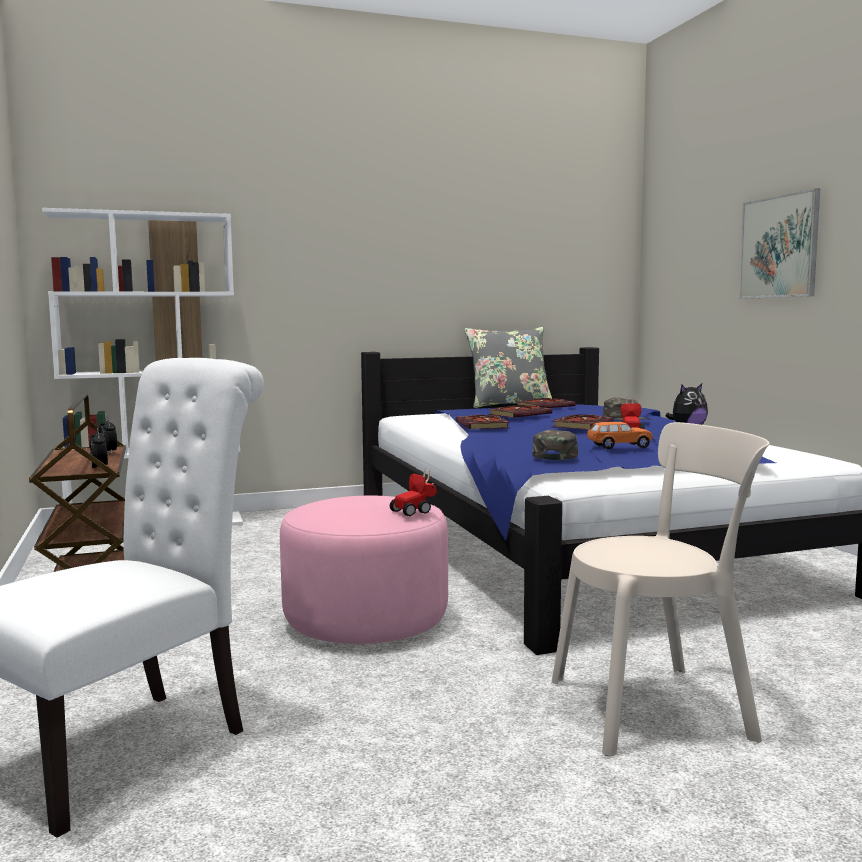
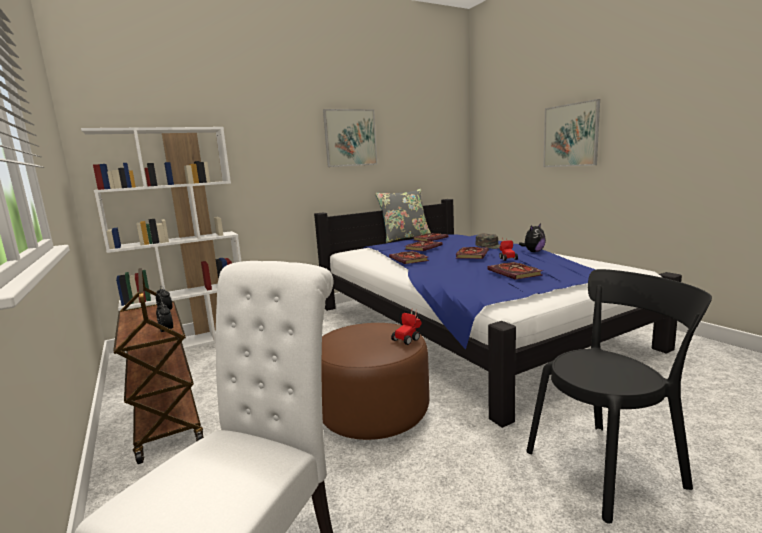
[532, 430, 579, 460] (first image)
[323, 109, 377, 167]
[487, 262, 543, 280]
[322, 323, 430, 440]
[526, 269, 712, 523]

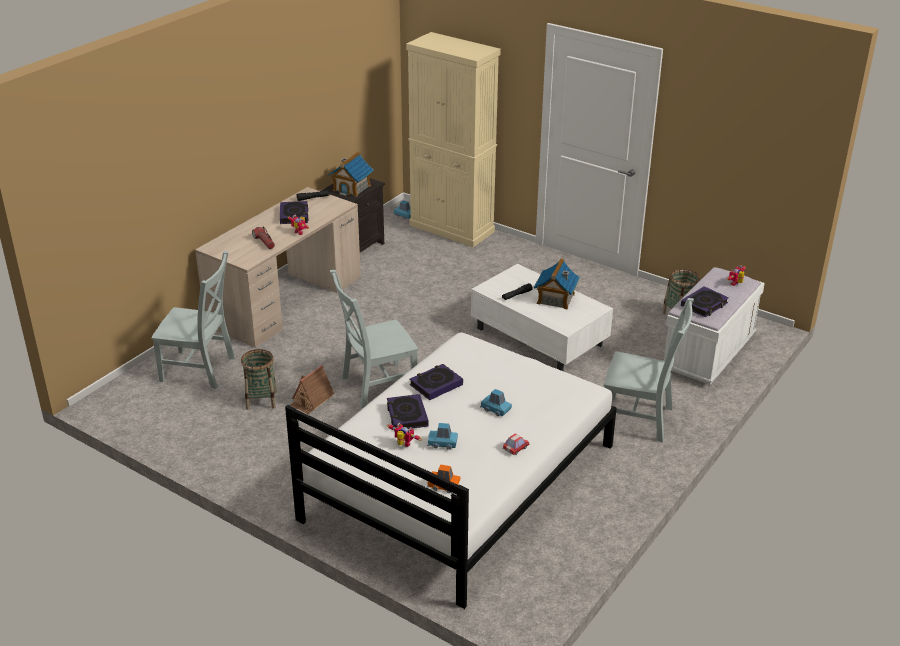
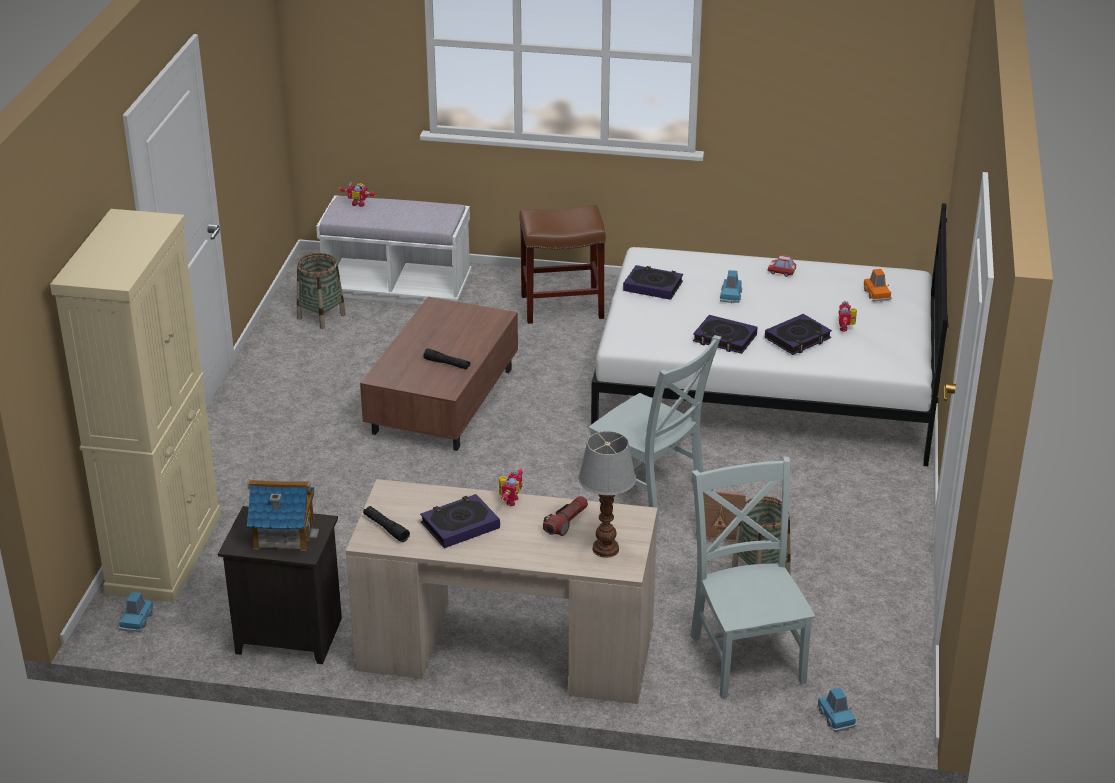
[534, 258, 580, 310] (first image)
[578, 431, 636, 558]
[818, 687, 856, 732]
[623, 265, 683, 300]
[519, 205, 606, 324]
[360, 297, 518, 451]

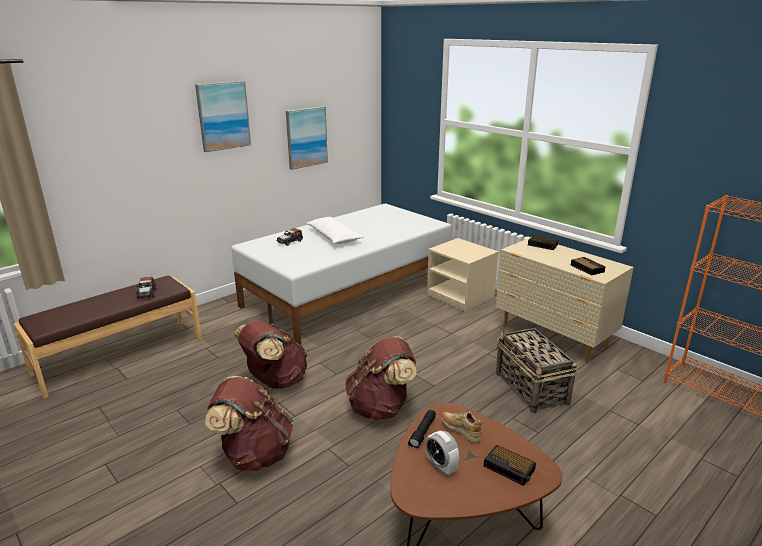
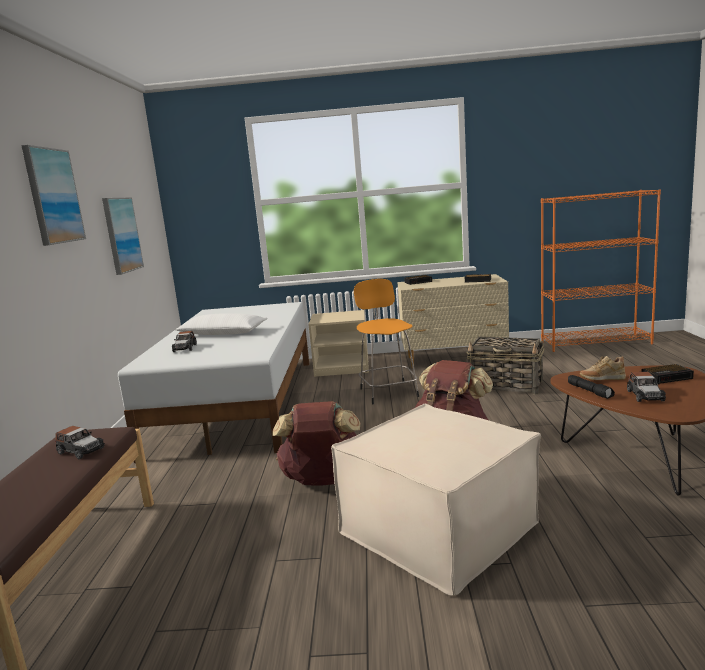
[354, 279, 419, 404]
[331, 403, 541, 596]
[627, 372, 666, 402]

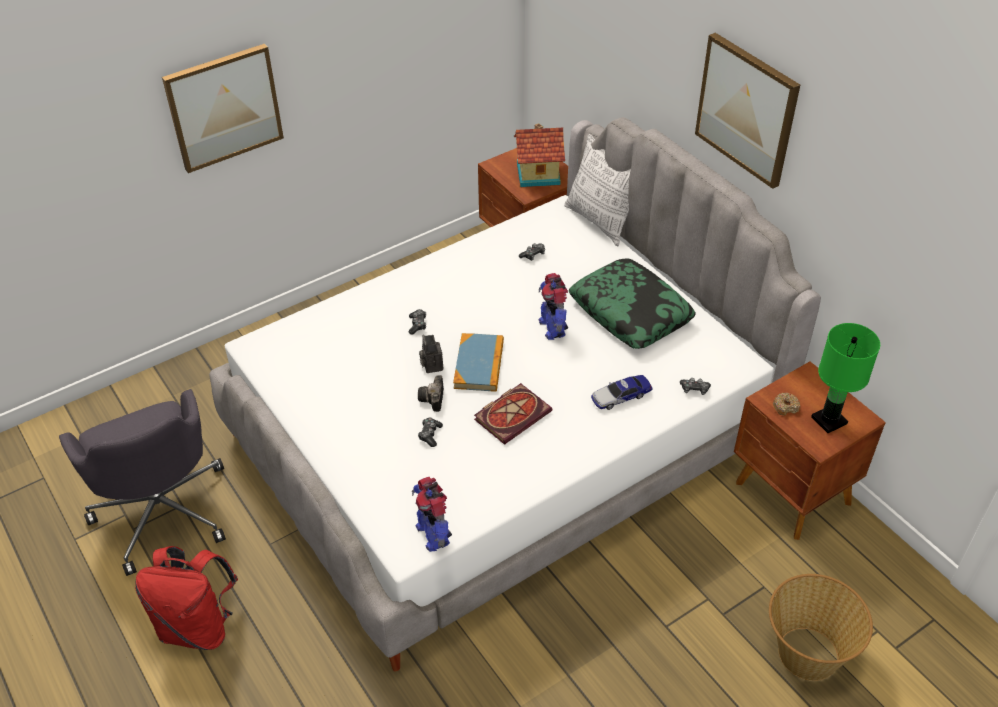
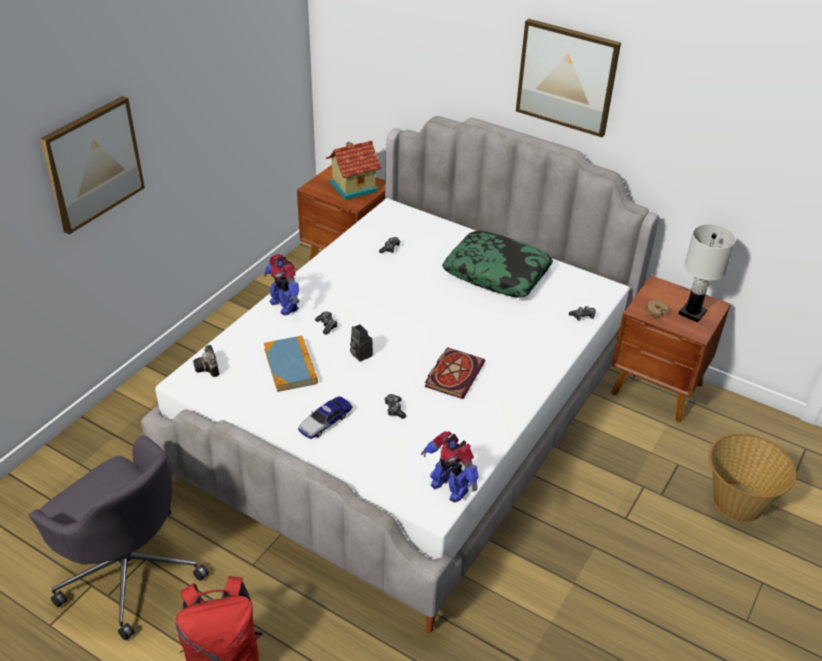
[564, 134, 631, 246] (first image)
[193, 345, 219, 377]
[264, 336, 318, 392]
[263, 254, 299, 316]
[298, 397, 353, 439]
[679, 225, 736, 322]

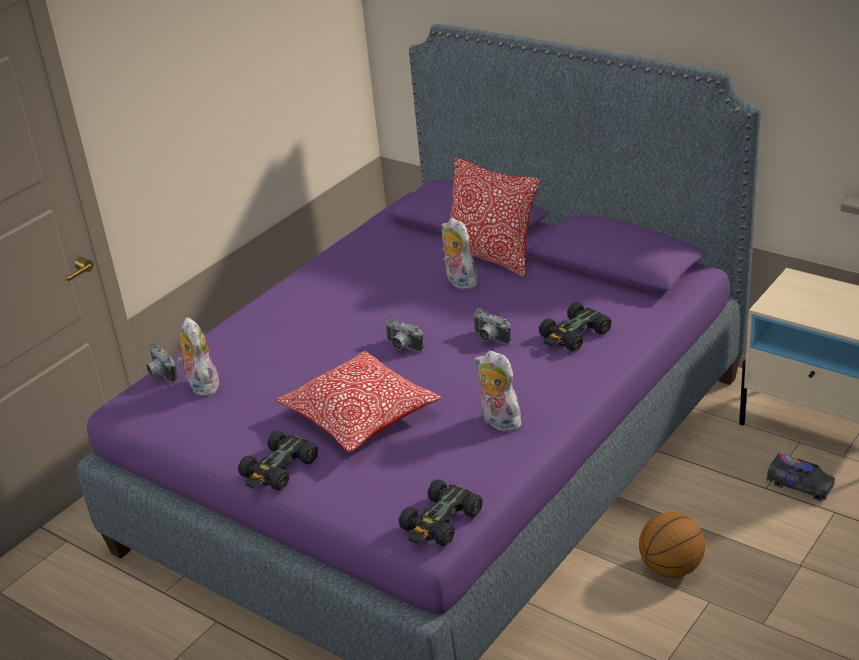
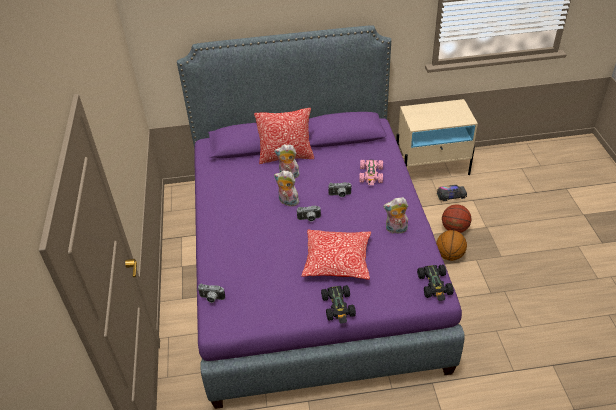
[442, 204, 471, 233]
[274, 170, 299, 206]
[359, 160, 383, 185]

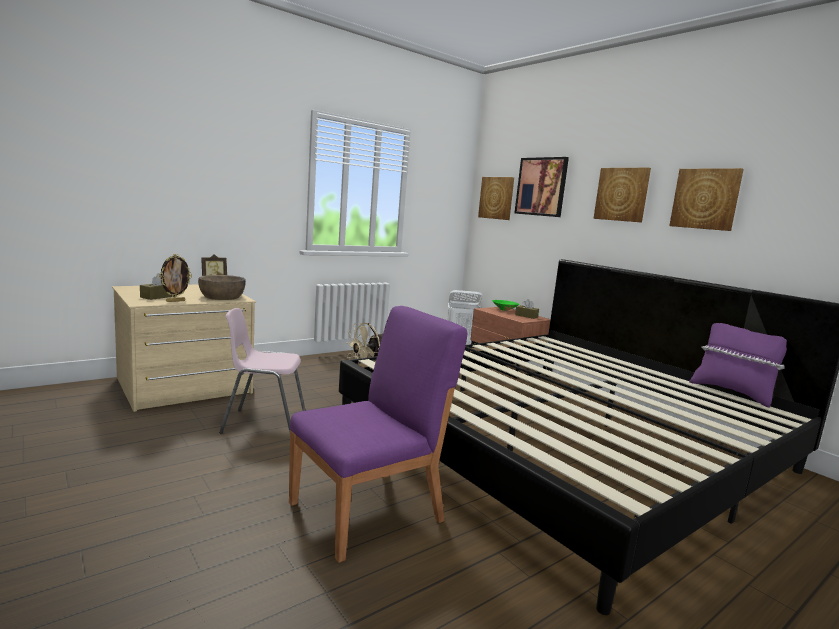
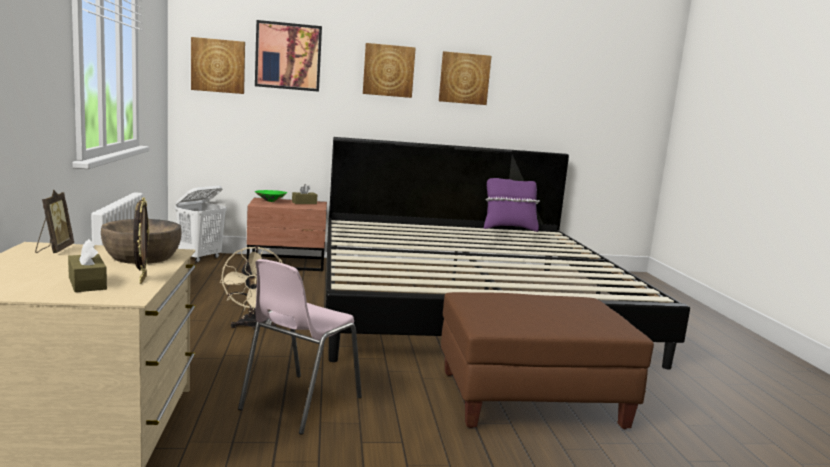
[441, 292, 654, 429]

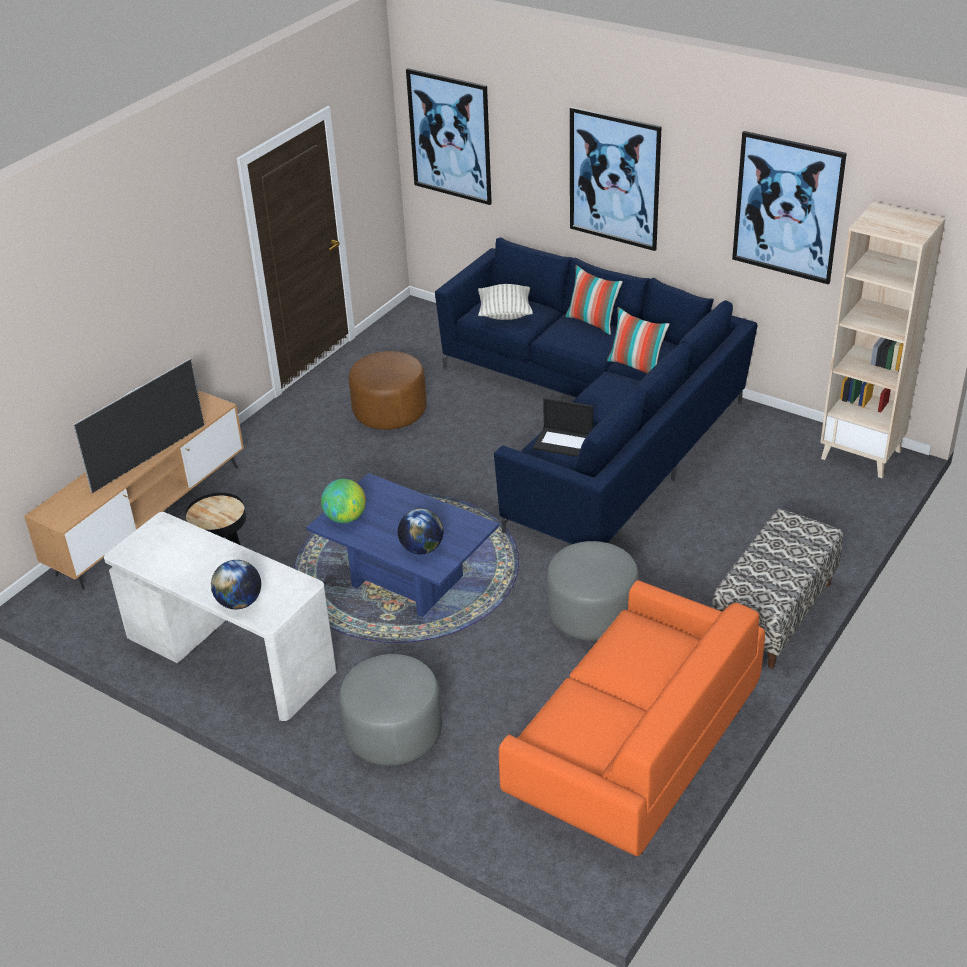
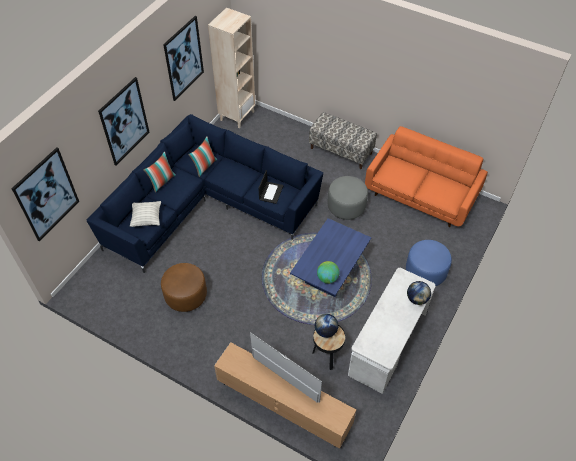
[315, 314, 338, 338]
[406, 240, 452, 286]

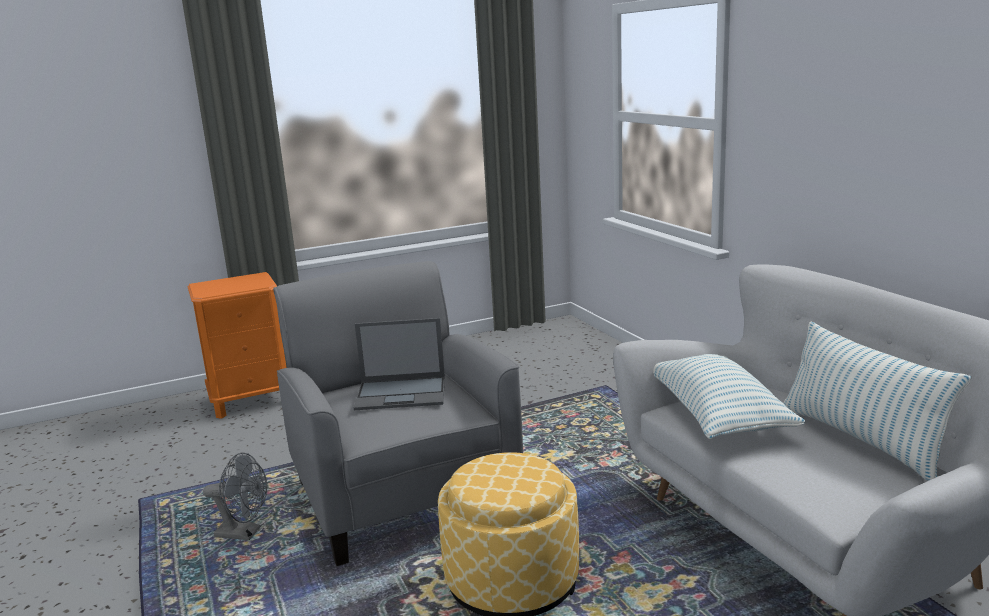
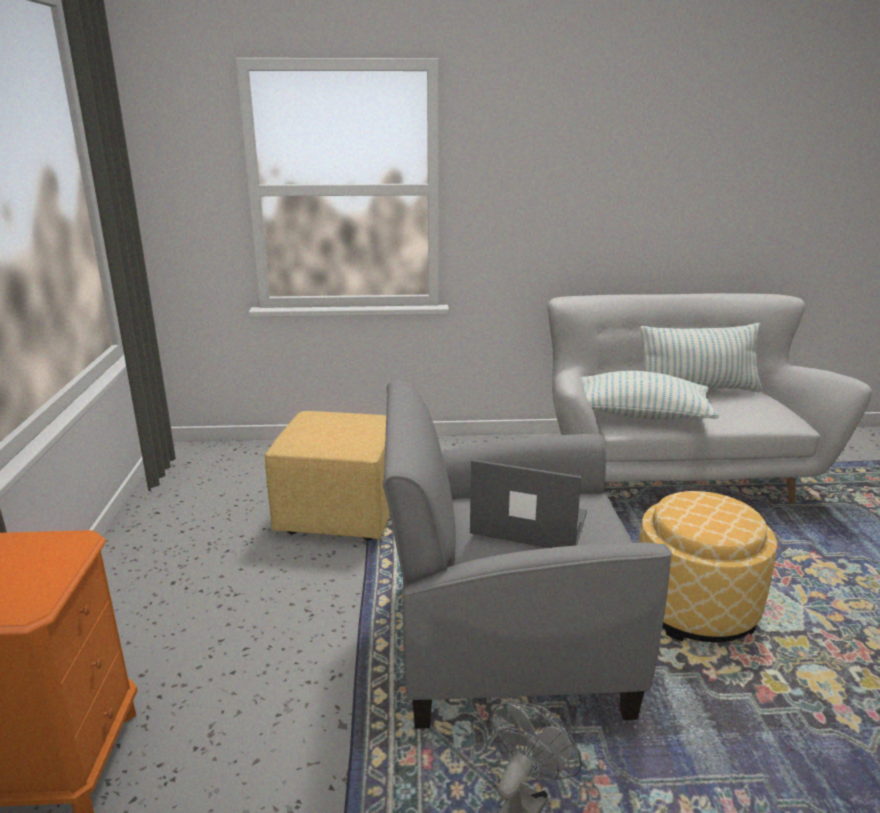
[265, 411, 390, 540]
[470, 459, 587, 548]

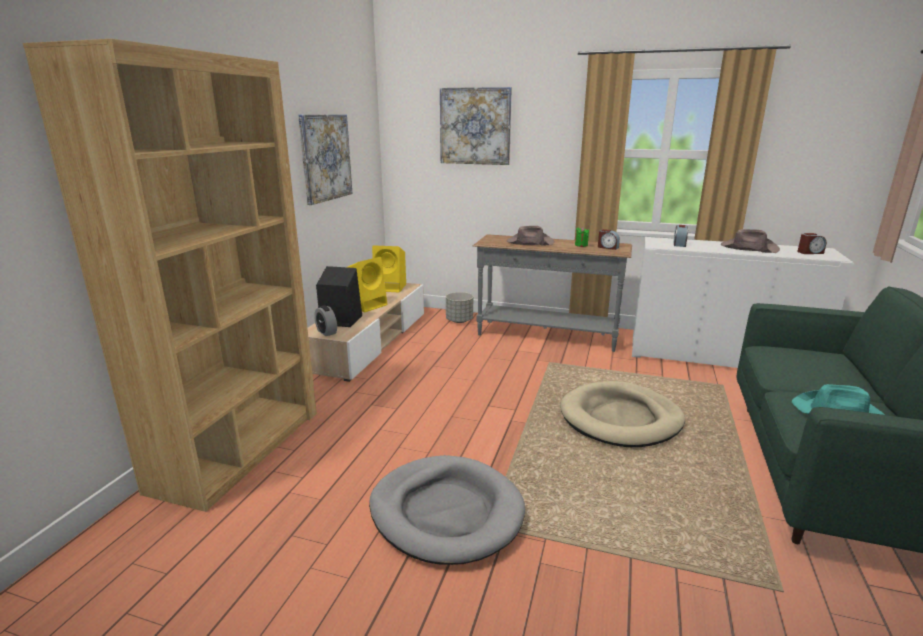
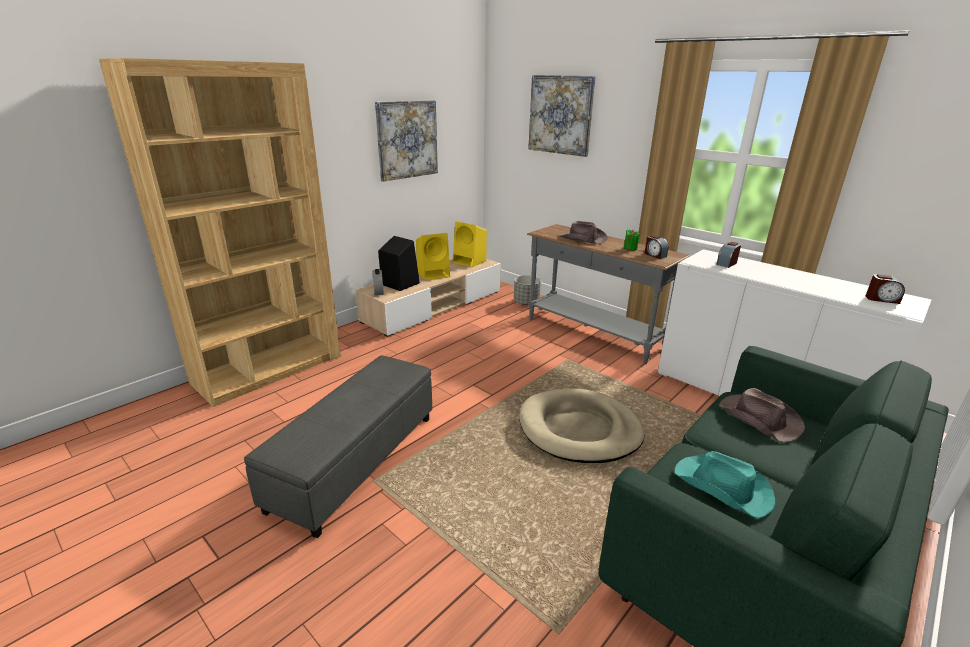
[719, 388, 805, 443]
[244, 356, 432, 538]

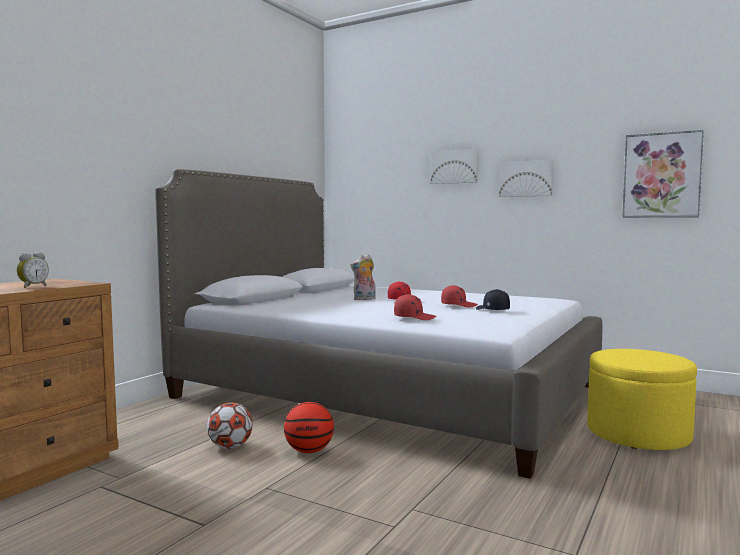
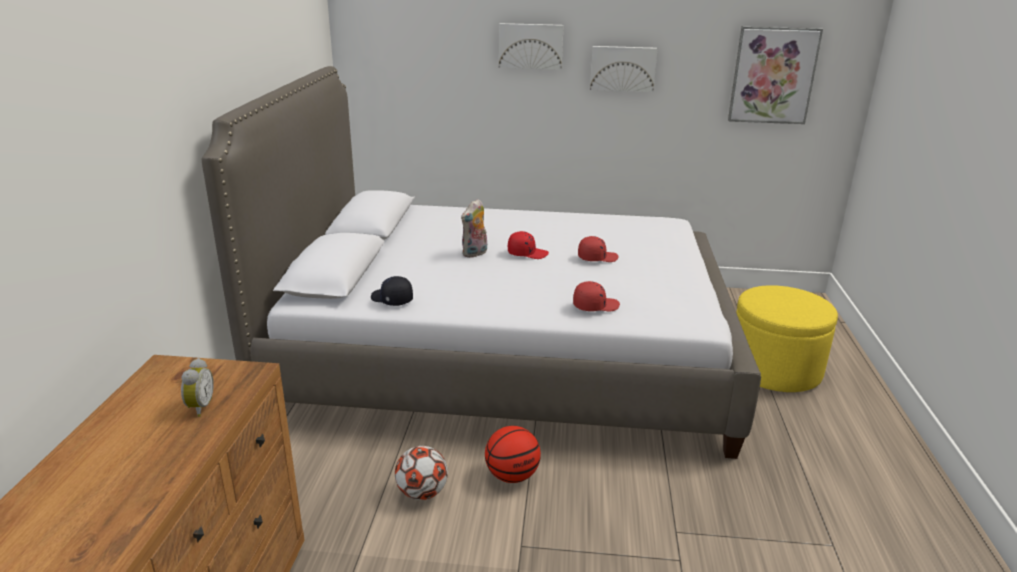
[371, 276, 413, 306]

